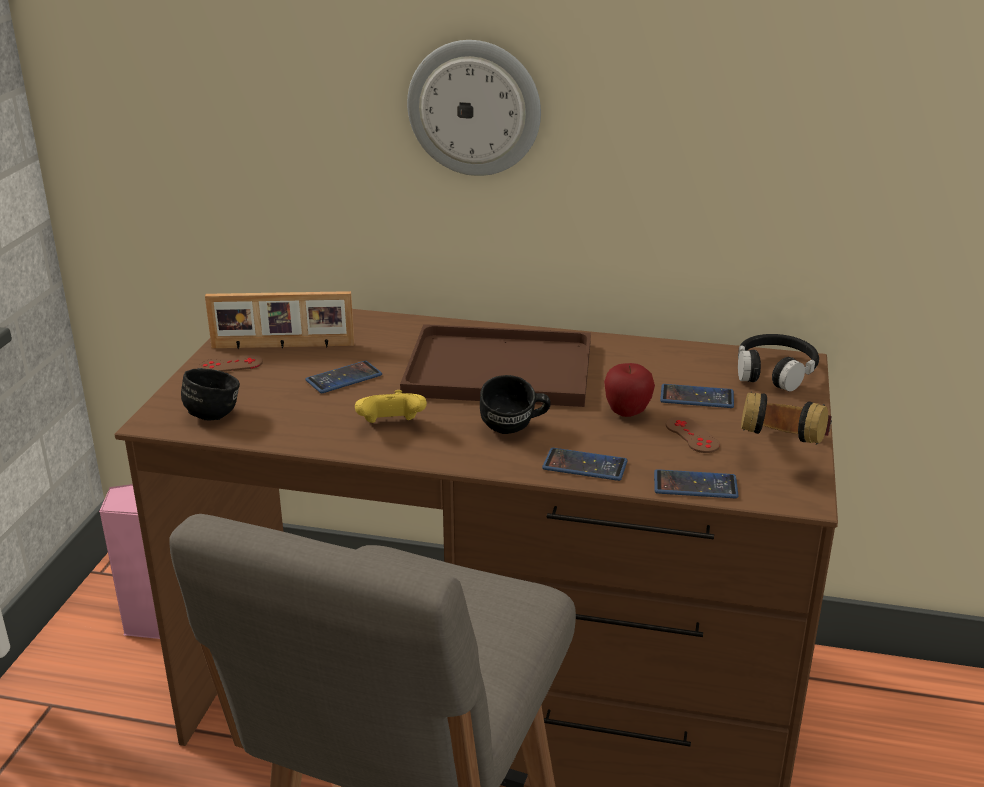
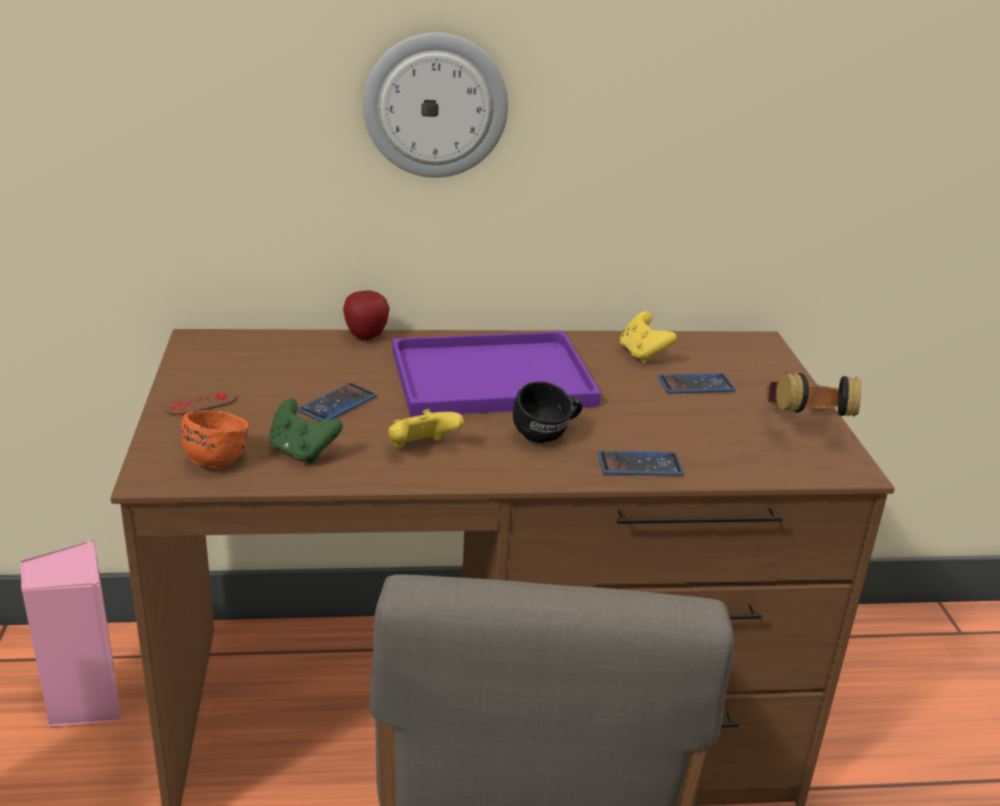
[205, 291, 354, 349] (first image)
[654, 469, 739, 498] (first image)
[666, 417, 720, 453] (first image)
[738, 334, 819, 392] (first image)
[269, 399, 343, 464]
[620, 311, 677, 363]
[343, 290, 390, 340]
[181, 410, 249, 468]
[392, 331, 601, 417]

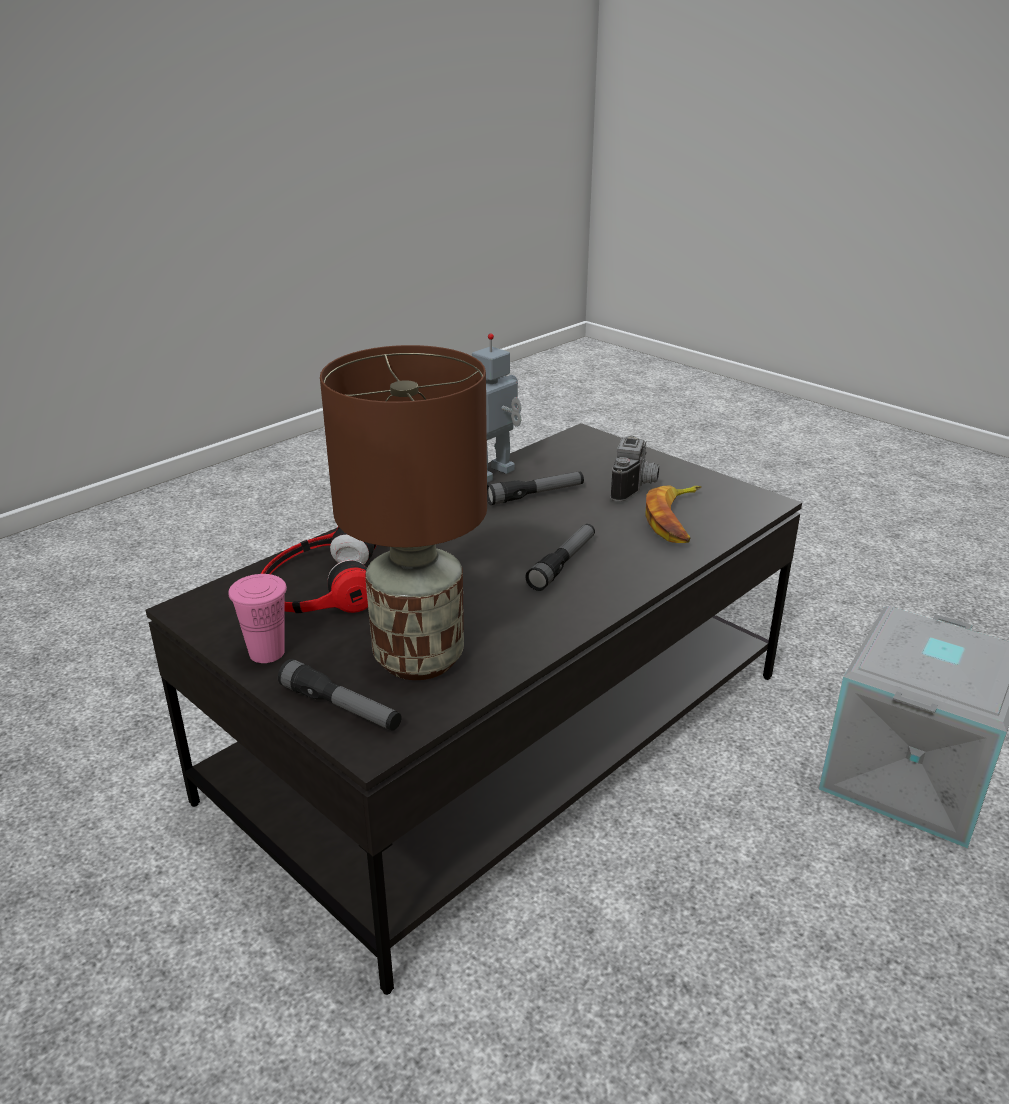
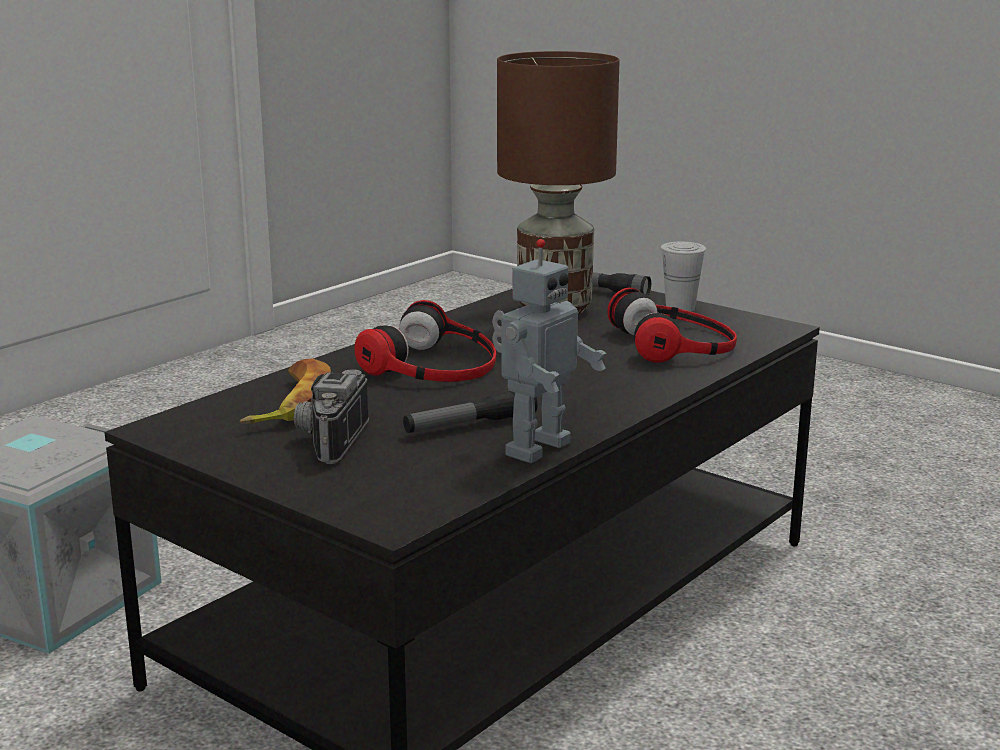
[355, 300, 496, 382]
[660, 242, 706, 312]

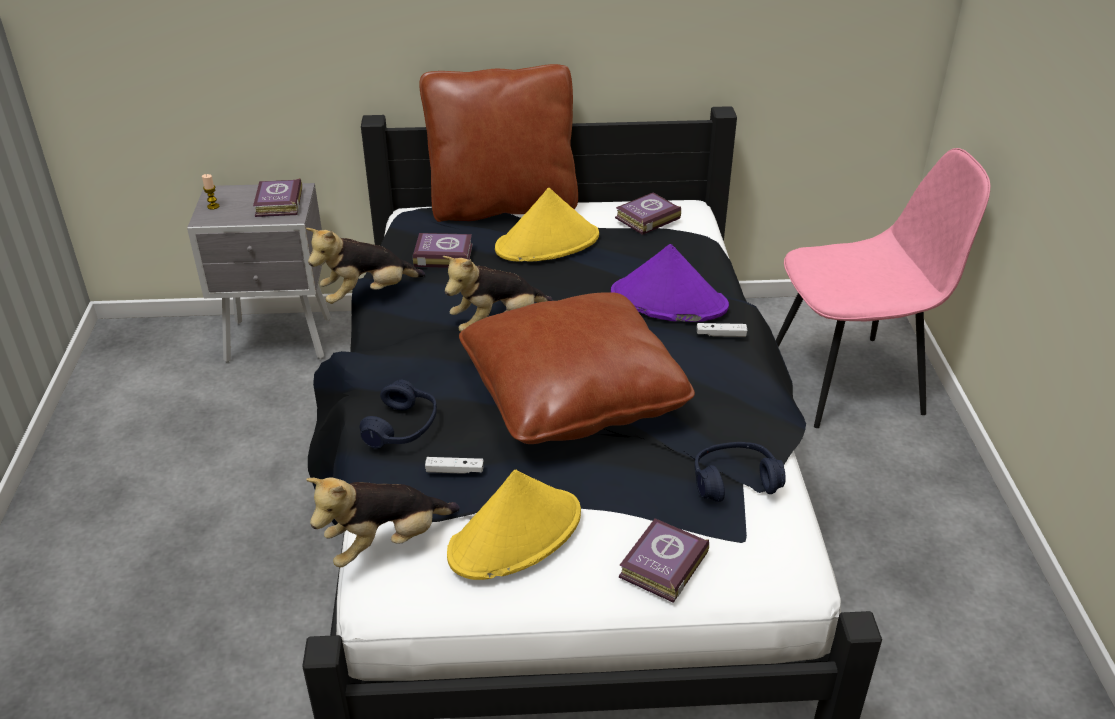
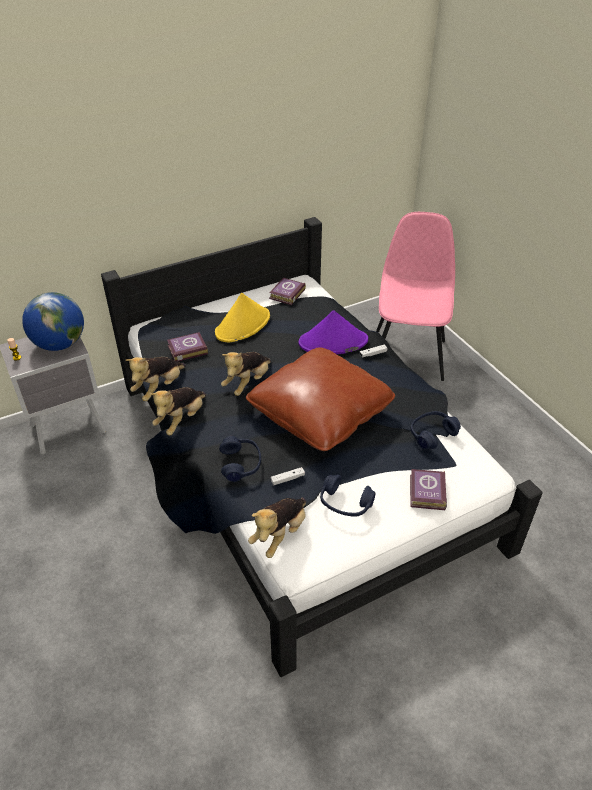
[419, 64, 578, 222] (first image)
[149, 387, 206, 435]
[22, 292, 84, 351]
[320, 475, 376, 517]
[376, 212, 455, 381]

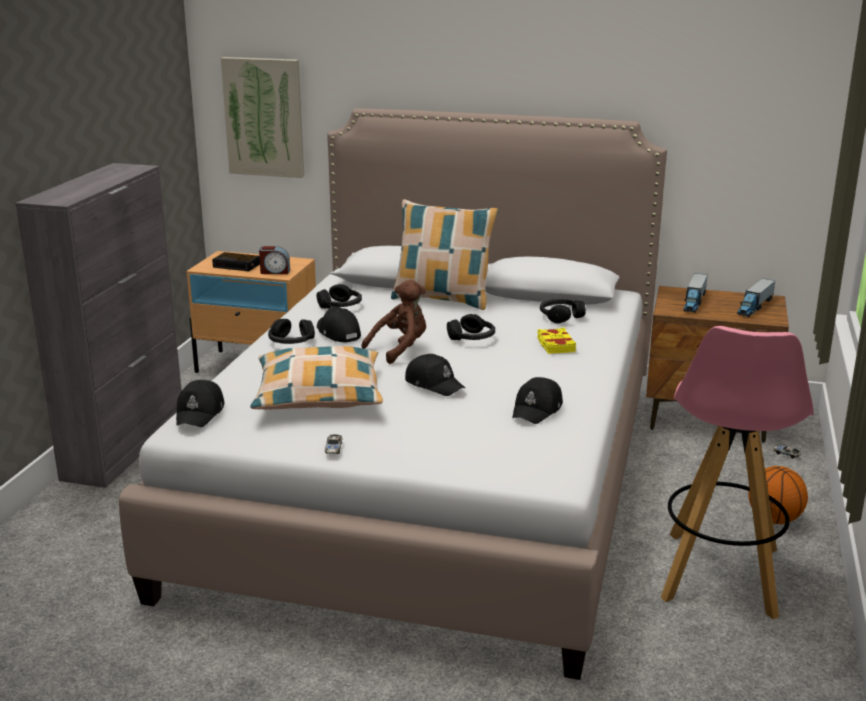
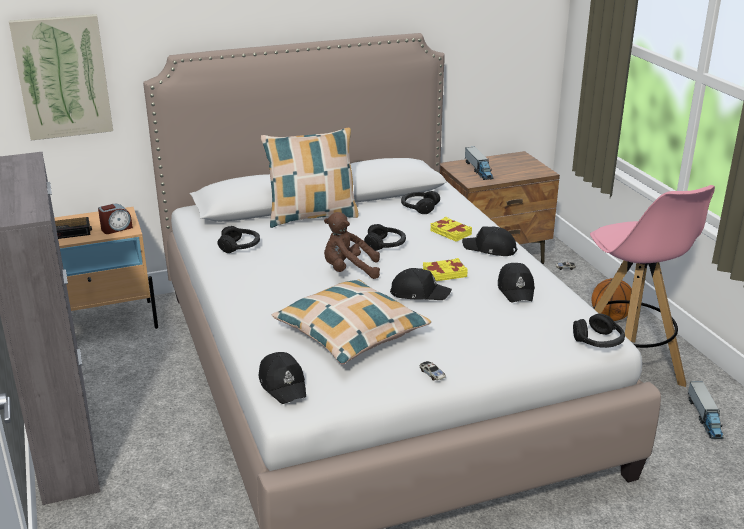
[423, 258, 468, 281]
[573, 313, 625, 348]
[462, 226, 517, 256]
[688, 382, 724, 439]
[324, 212, 380, 279]

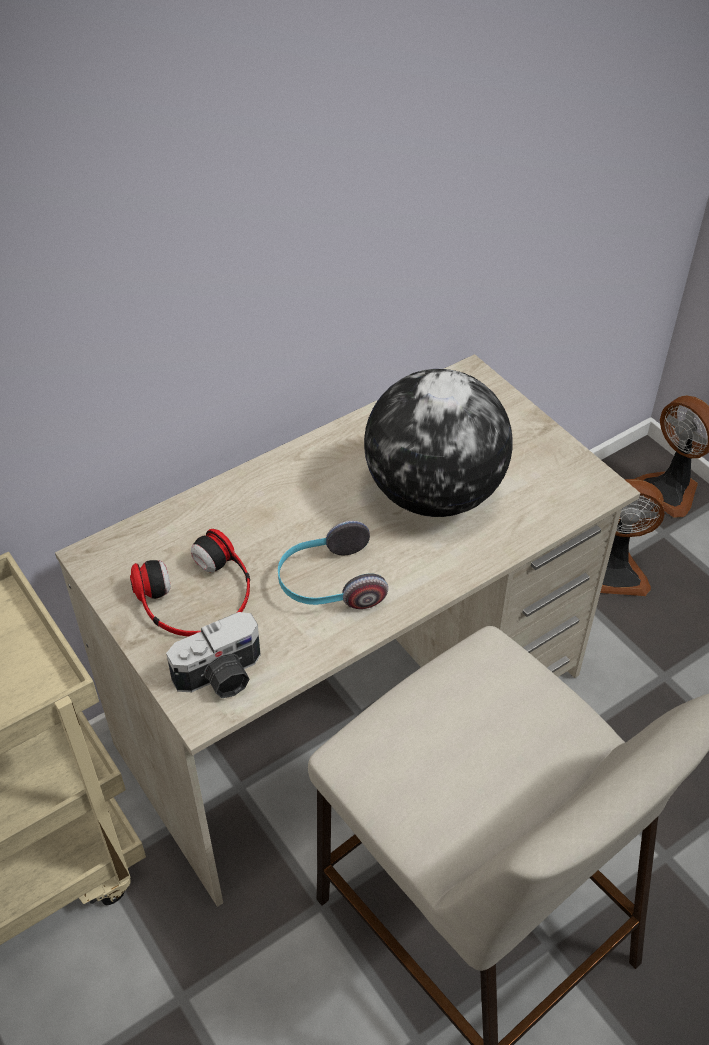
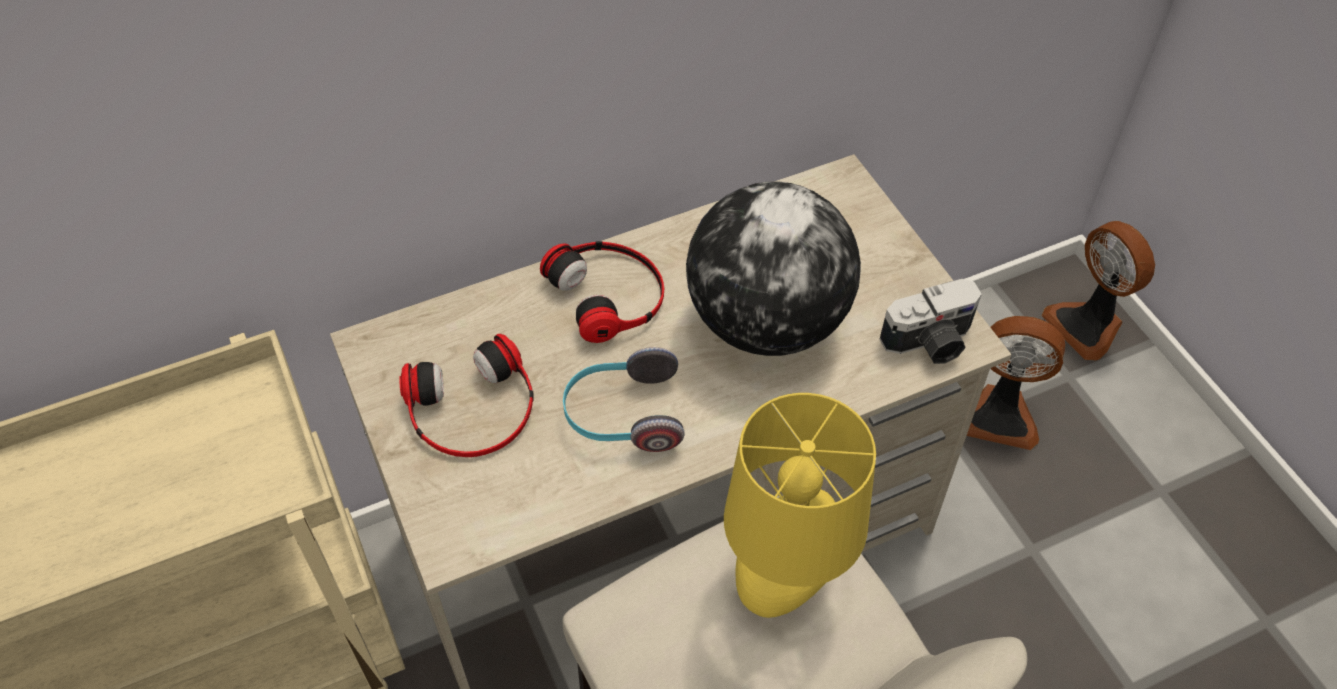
[540, 241, 664, 343]
[724, 393, 876, 618]
[880, 278, 982, 364]

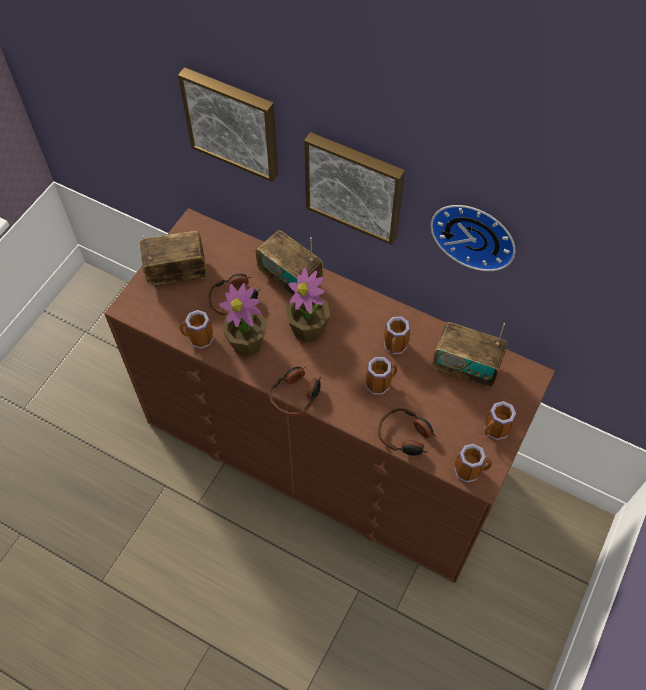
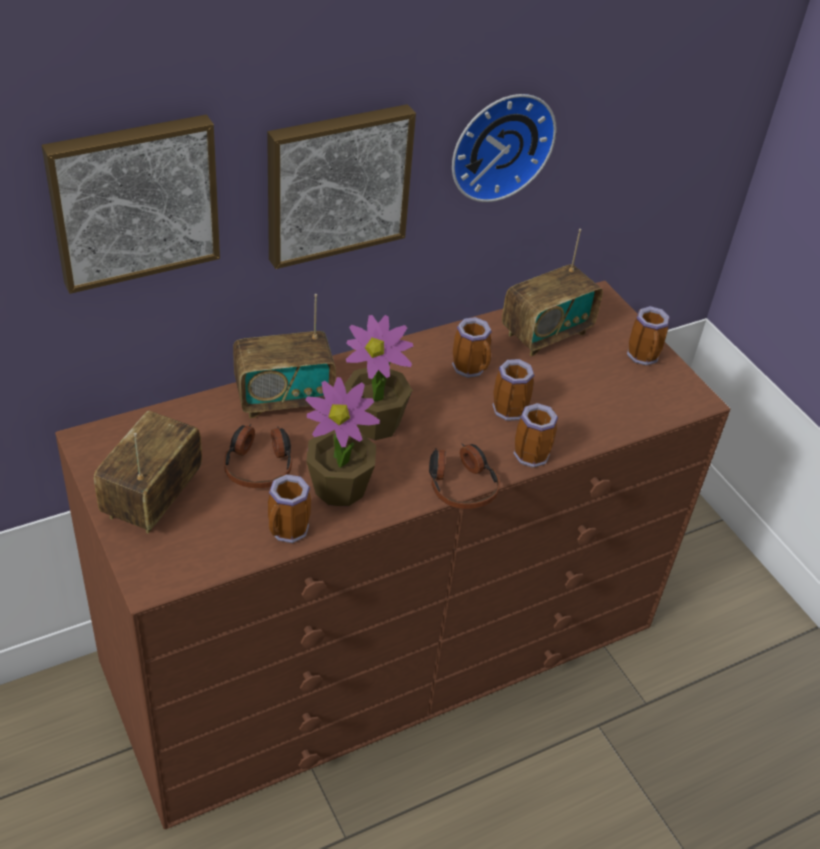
[378, 408, 436, 456] (first image)
[514, 403, 558, 468]

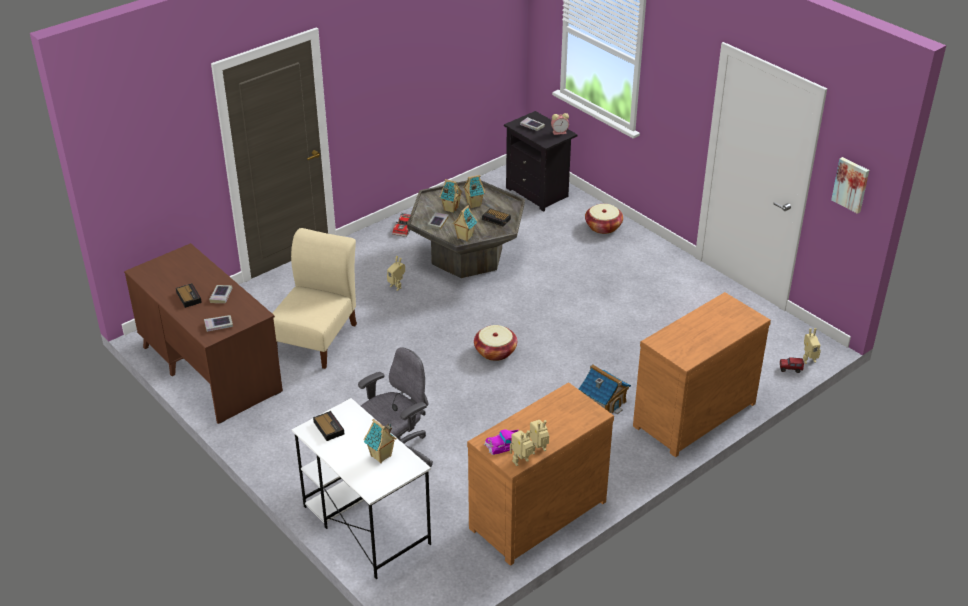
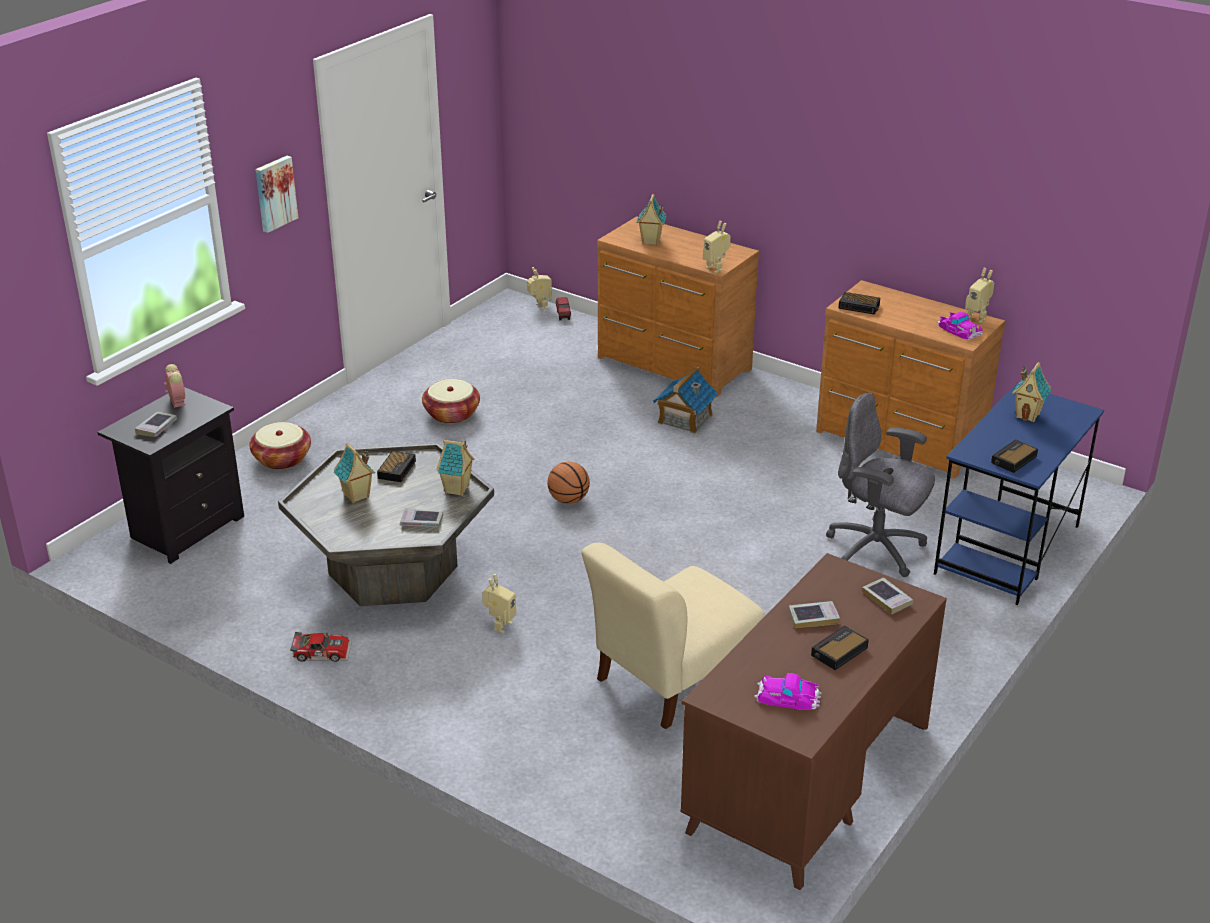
[548, 462, 590, 504]
[754, 673, 822, 710]
[838, 292, 880, 315]
[636, 194, 667, 245]
[422, 379, 480, 424]
[703, 221, 731, 273]
[255, 156, 298, 233]
[934, 384, 1104, 605]
[581, 542, 765, 729]

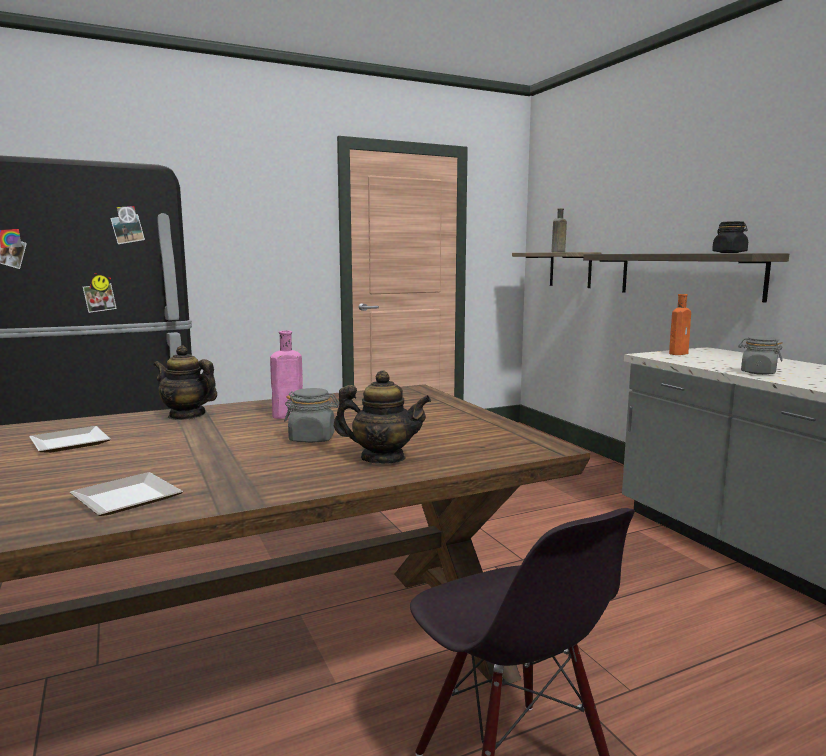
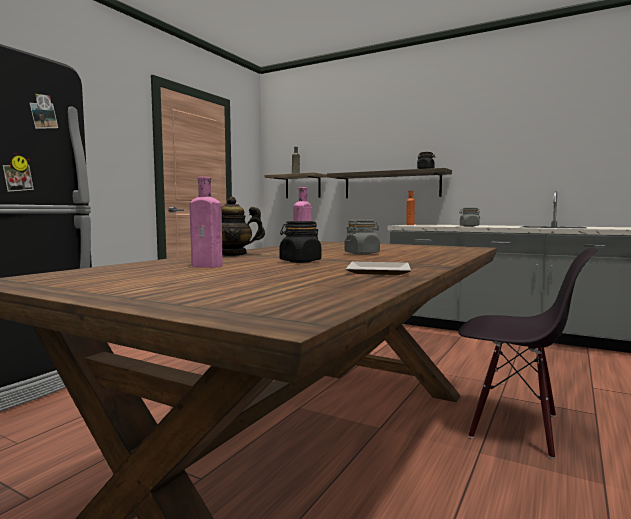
[334, 370, 431, 464] (first image)
[279, 221, 322, 263]
[189, 177, 223, 268]

